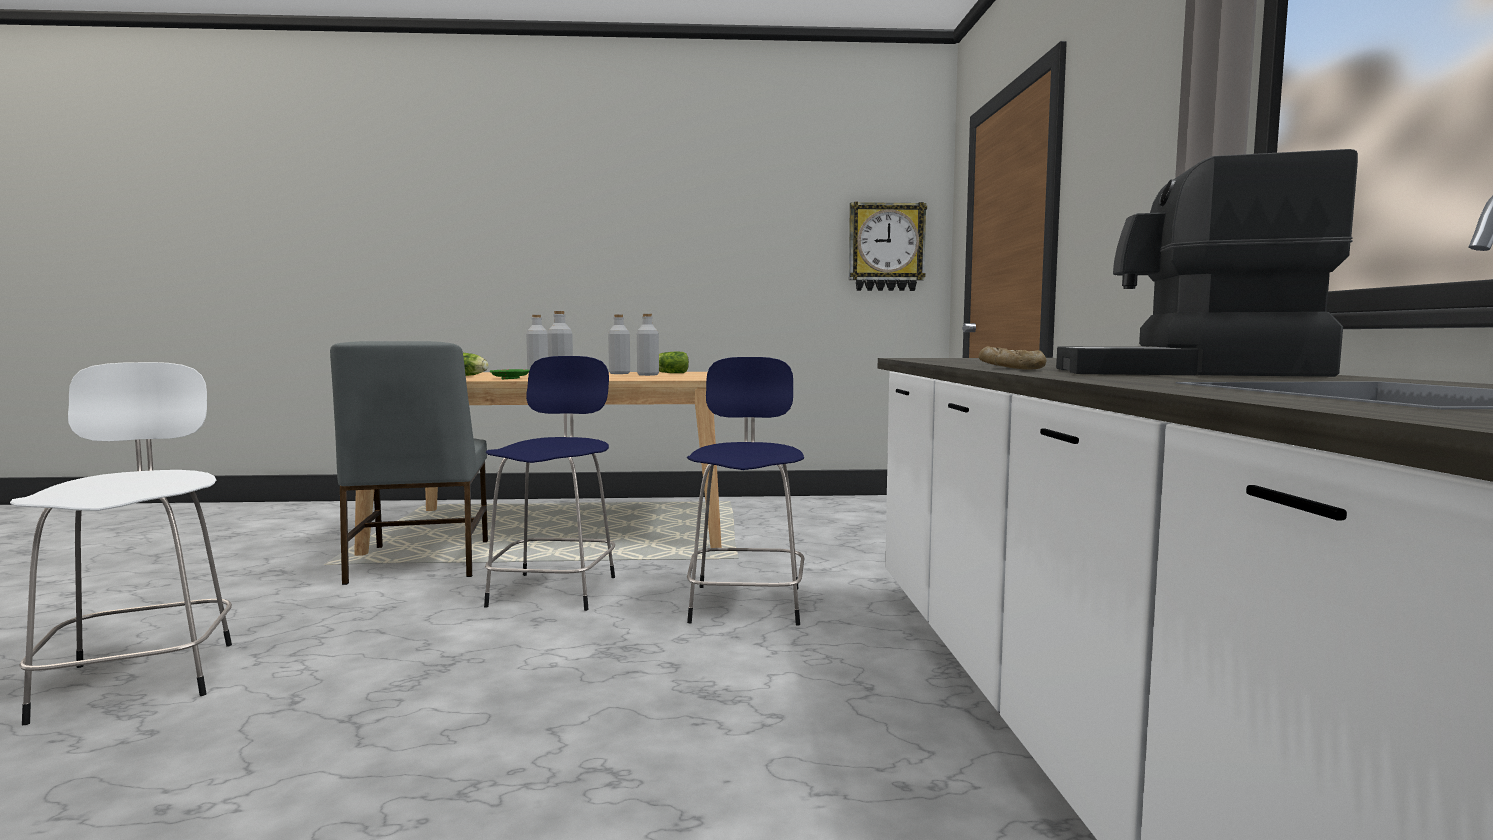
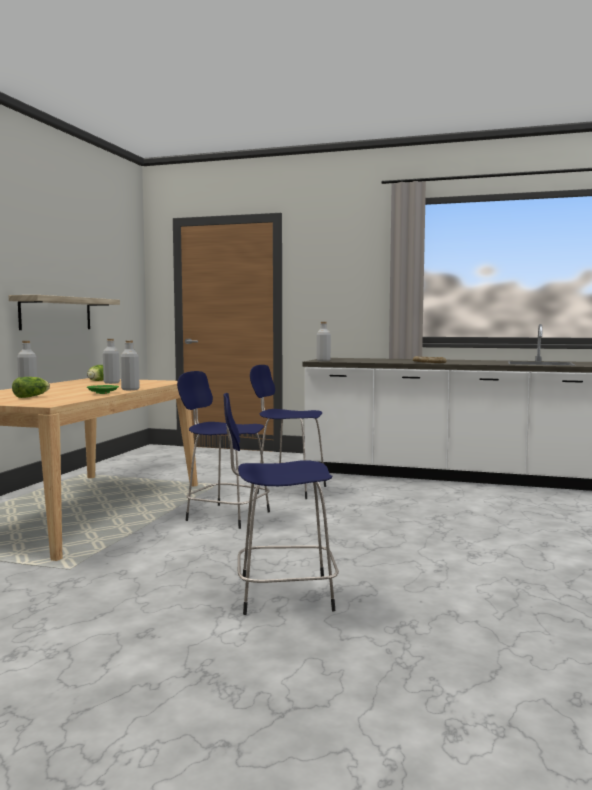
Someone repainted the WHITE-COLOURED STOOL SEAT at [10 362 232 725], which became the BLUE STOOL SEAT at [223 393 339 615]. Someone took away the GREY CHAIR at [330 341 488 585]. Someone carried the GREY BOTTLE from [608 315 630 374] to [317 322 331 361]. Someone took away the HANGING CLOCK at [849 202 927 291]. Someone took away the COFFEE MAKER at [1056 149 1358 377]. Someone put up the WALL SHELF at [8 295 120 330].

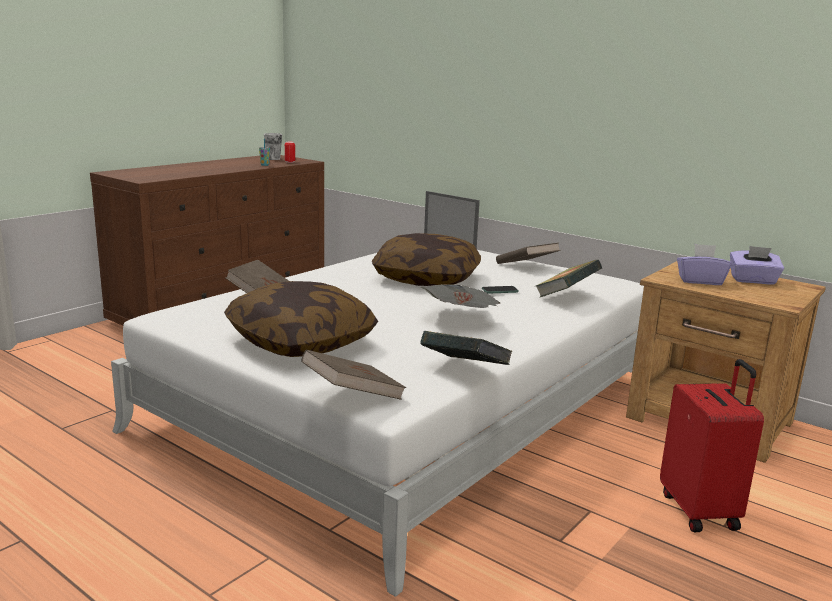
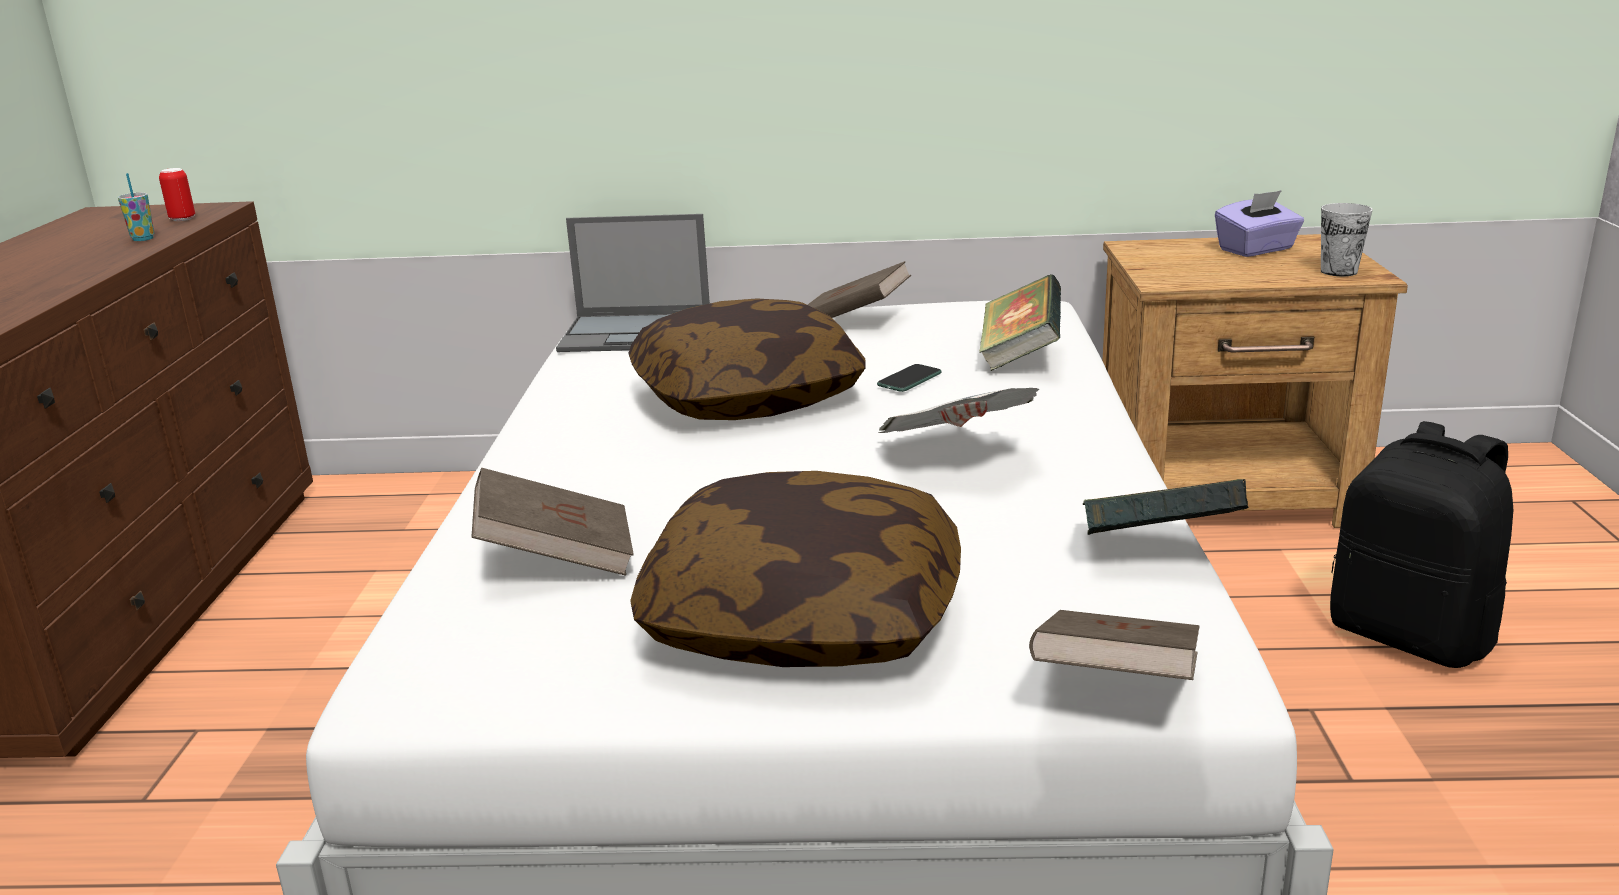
Someone carried the CUP from [264 133 282 160] to [1321 203 1373 276]. Someone swapped the RED PIECE OF LUGGAGE at [660 359 764 532] for the BLACKISH RUCKSACK at [1330 421 1513 668]. Someone took away the PURPLISH TISSUE HOLDER at [677 244 732 285].

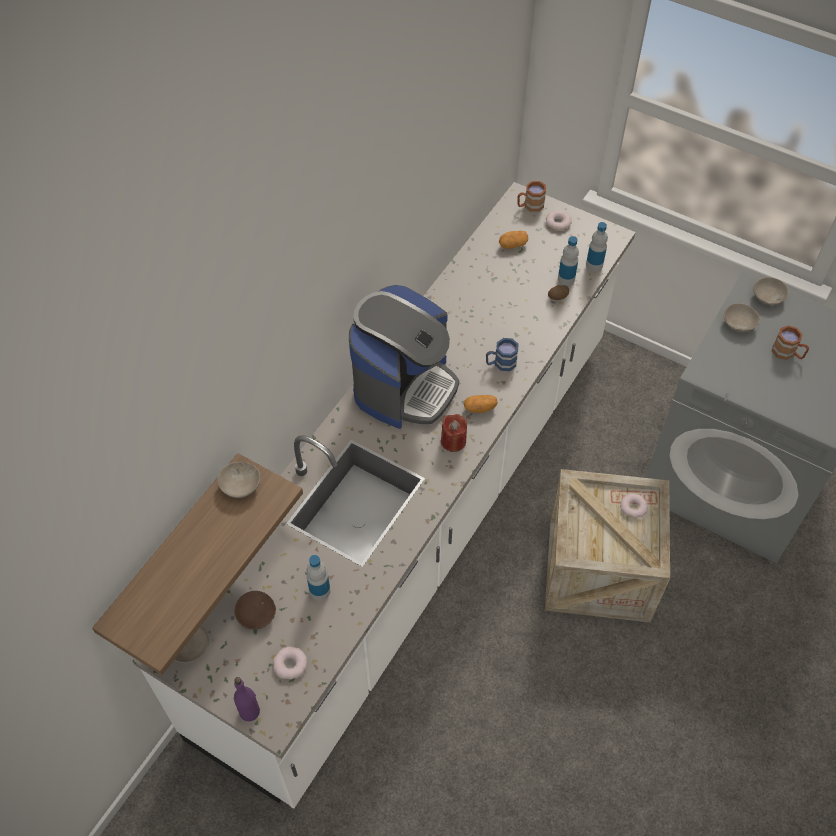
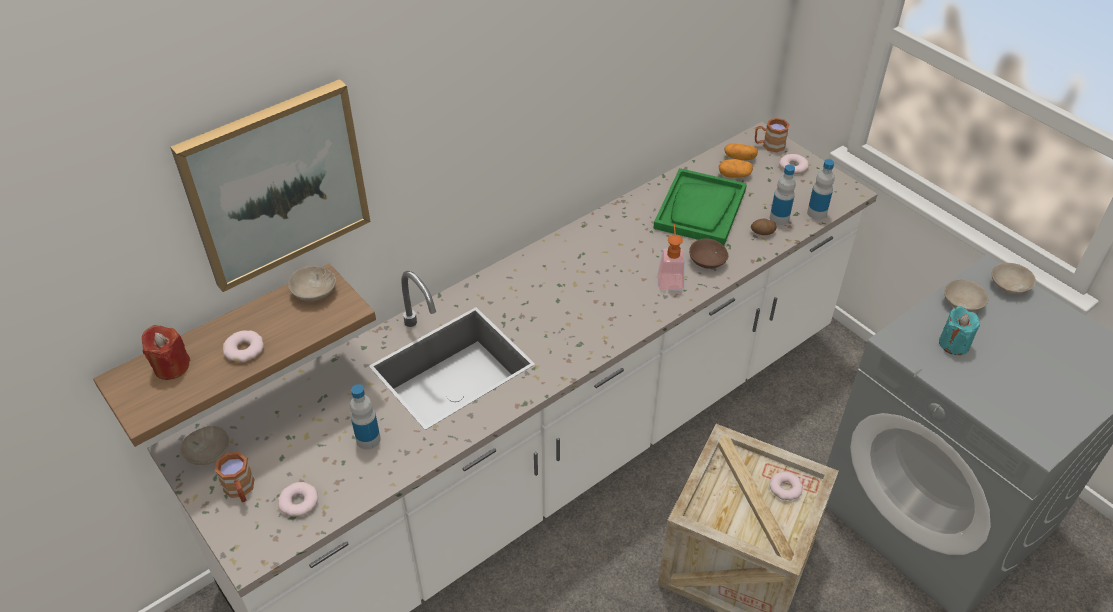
Someone carried the BROWNISH BOWL from [234 591 276 629] to [689 239 729 269]. Someone took away the PURPLISH BOTTLE at [234 677 260 721]. Someone took away the COFFEE MAKER at [349 285 459 429]. Someone carried the RED WAX CANDLE from [441 414 467 452] to [142 325 191 380]. Someone carried the SPUD from [464 395 498 413] to [724 143 758 160]. Someone swapped the BLUE COFFEE MUG at [486 338 518 371] for the SOAP DISPENSER at [658 224 685 291]. Someone carried the BROWNISH COFFEE MUG from [772 325 809 360] to [215 452 255 502]. Someone put up the WALL PICTURE at [170 79 371 292]. Someone put down the DONUT at [223 330 264 362]. Someone put down the GREEN-COLOURED TRAY at [653 168 747 246]. Someone put down the BLUE-GREEN WAX CANDLE at [939 306 980 355].

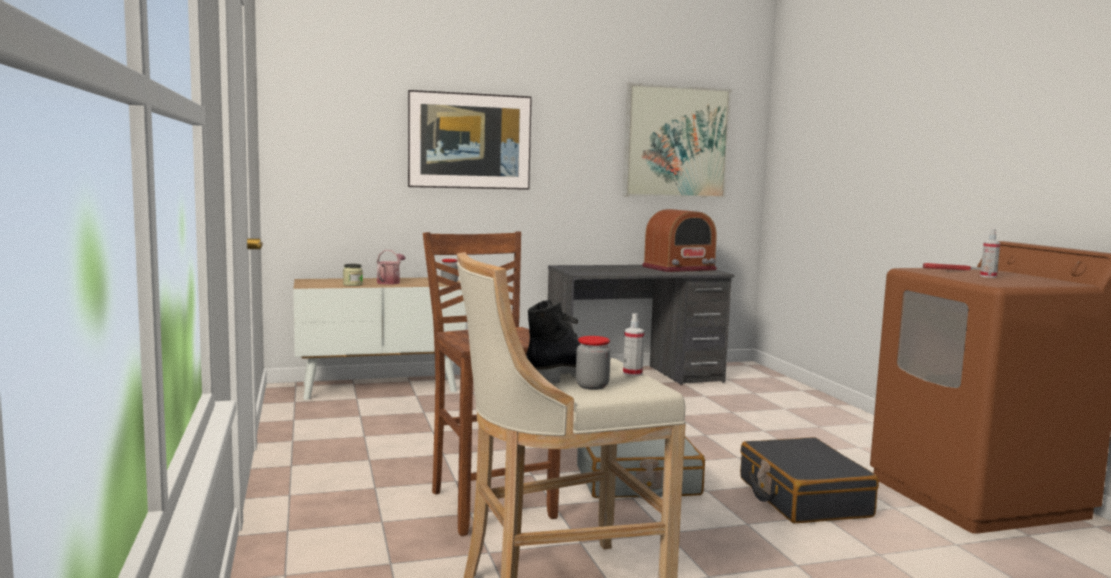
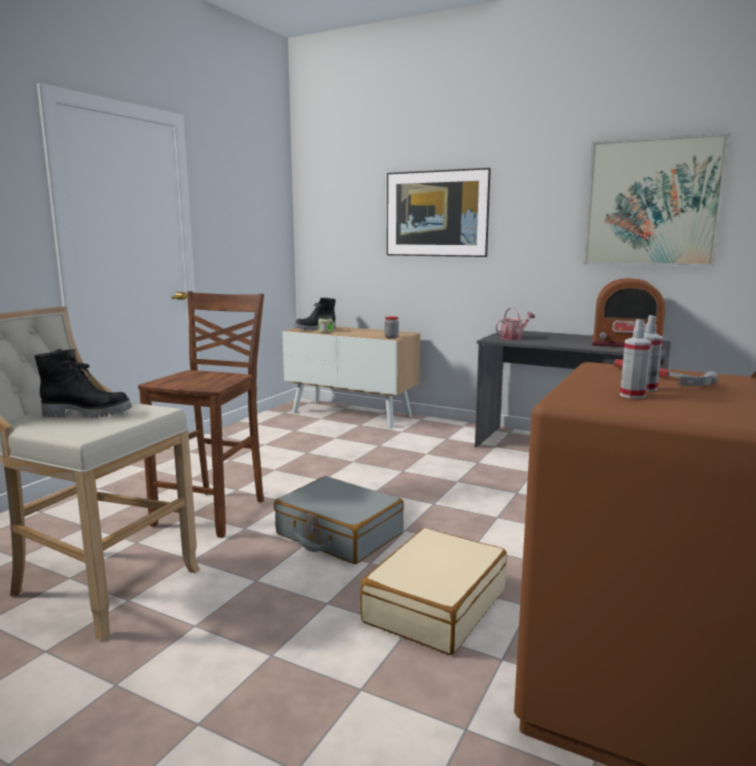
Someone carried the WATERING CAN from [377 250 405 285] to [495 307 535 340]. Someone took away the PRESERVE JAR at [576 336 611 390]. Someone carried the SPRAYER from [623 313 644 377] to [620 319 651 399]. Someone repainted the BLACKISH PIECE OF LUGGAGE at [740 437 879 523], which became the BEIGE-COLOURED PIECE OF LUGGAGE at [360 528 507 655]. Someone put down the BLACKISH BOOT at [294 297 336 330].

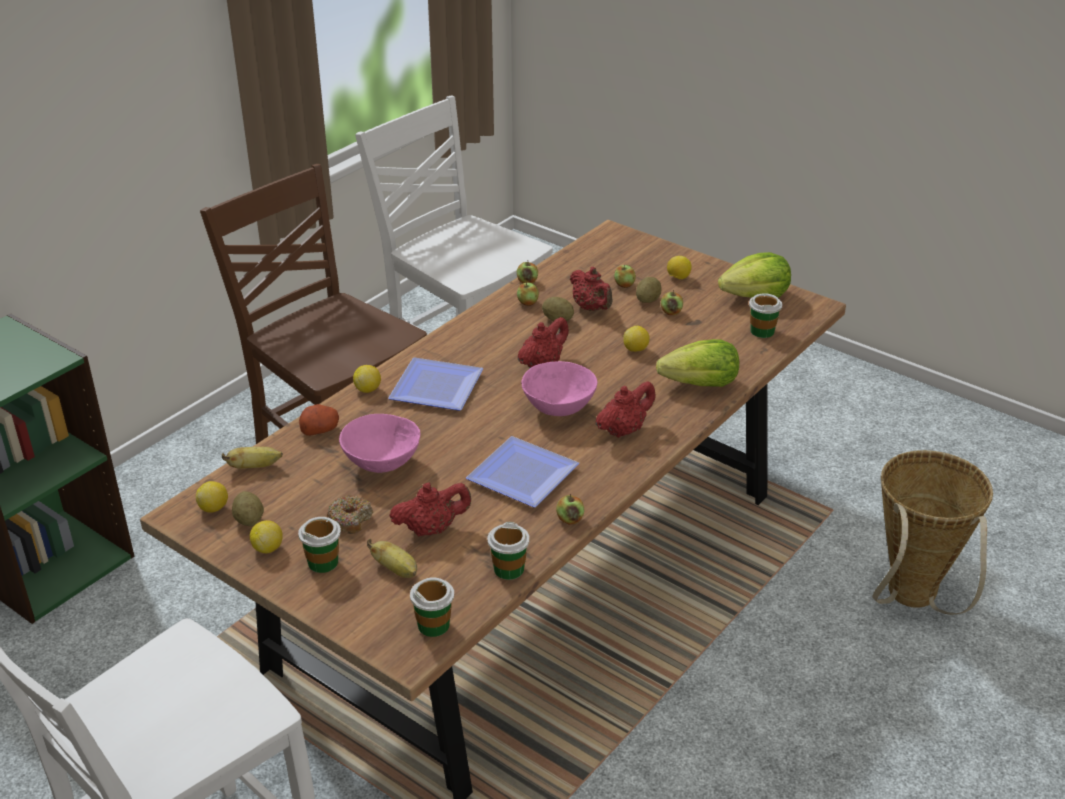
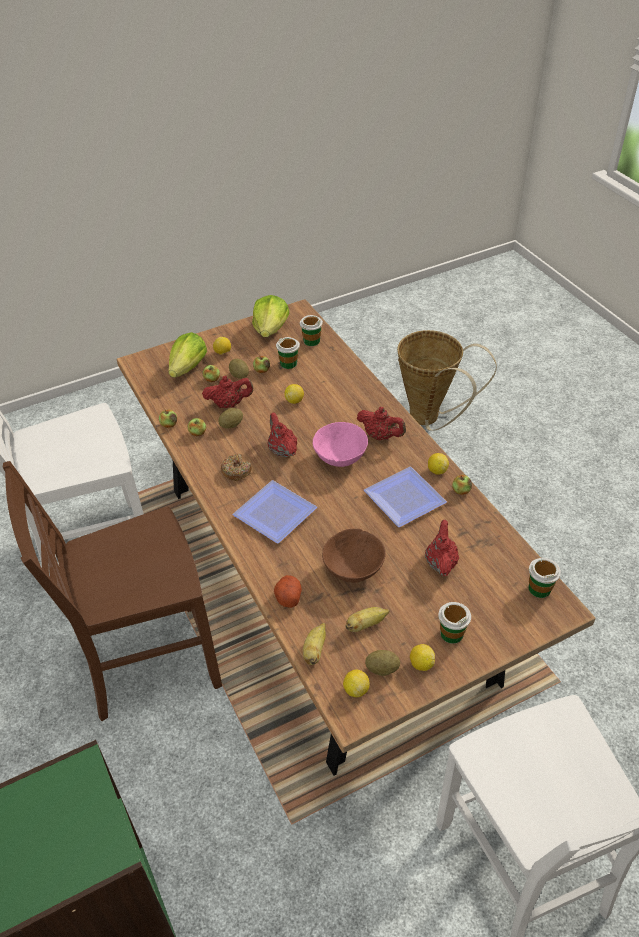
Someone carried the DONUT from [327 495 373 534] to [221 454 252 481]. Someone repainted the PINK-COLOURED BOWL at [339 414 420 473], which became the BROWNISH BOWL at [322 528 386 583]. Someone carried the CITRUS FRUIT from [353 365 381 393] to [428 453 449 475]. Someone carried the BANANA from [367 539 417 578] to [346 607 390 632]. Someone carried the CUP from [487 522 530 580] to [276 337 300 369]. Someone rotated the RED TEAPOT at [596 381 656 438] by 135 degrees clockwise. Someone carried the LETTUCE from [656 339 739 387] to [168 332 207 378].

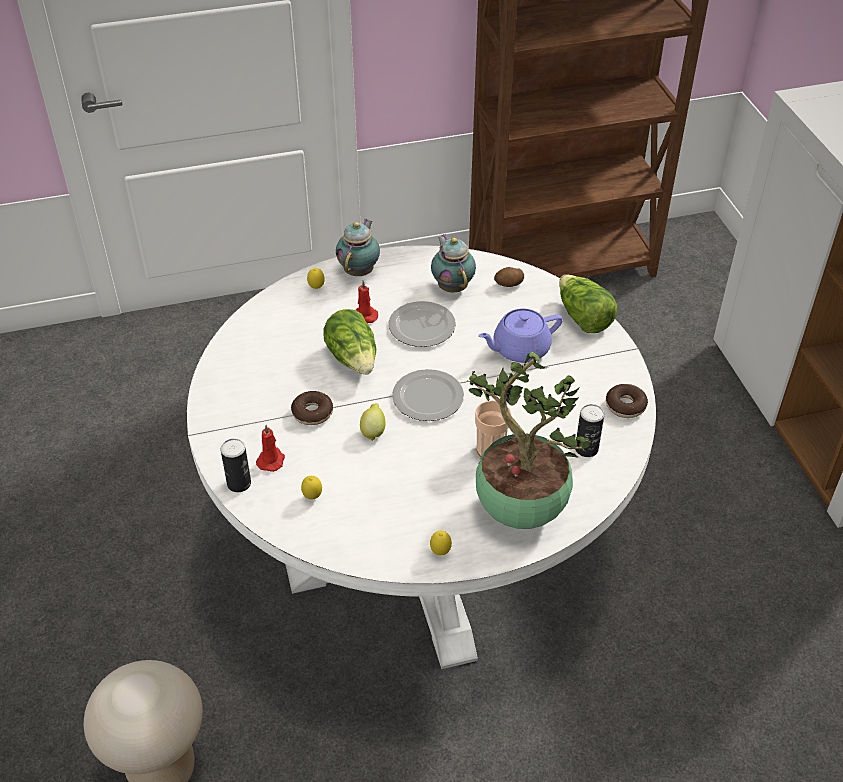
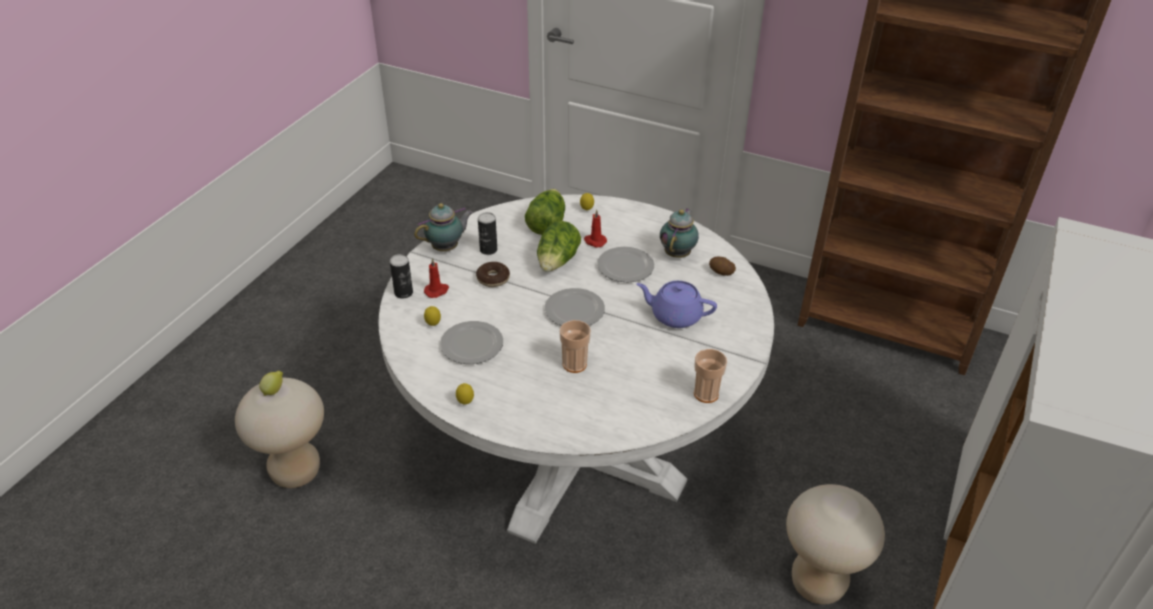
Someone carried the TEAPOT from [336 219 380 276] to [414 203 473 251]. Someone carried the CITRUS FRUIT from [360 403 386 441] to [259 371 283 396]. Someone took away the HOUSEPLANT at [468 352 593 529]. Someone carried the LETTUCE from [559 275 617 333] to [525 189 565 235]. Someone carried the CAN from [575 404 604 457] to [478 212 497 255]. Someone swapped the DONUT at [606 384 648 418] for the CUP at [694 349 727 403]. Someone put down the PLATE at [440 321 503 364]. Someone put down the BEIGE-COLOURED STOOL SEAT at [786 484 885 604].

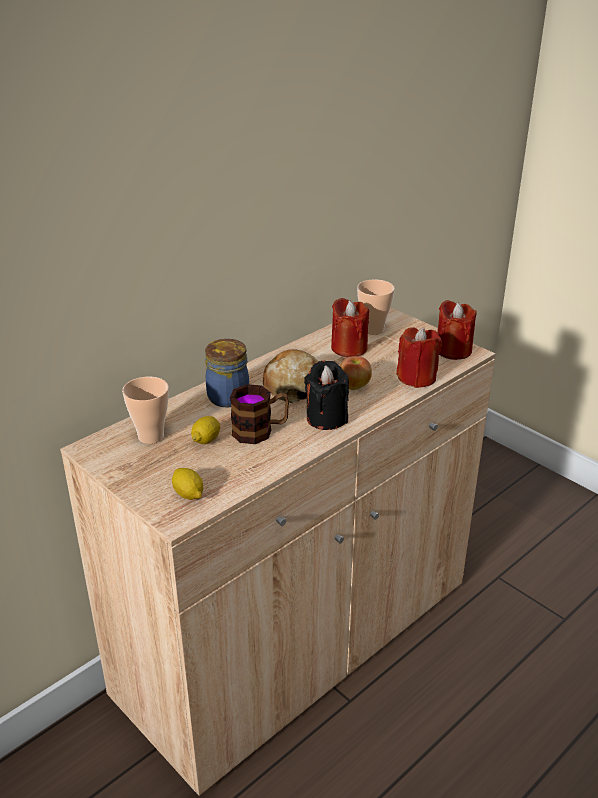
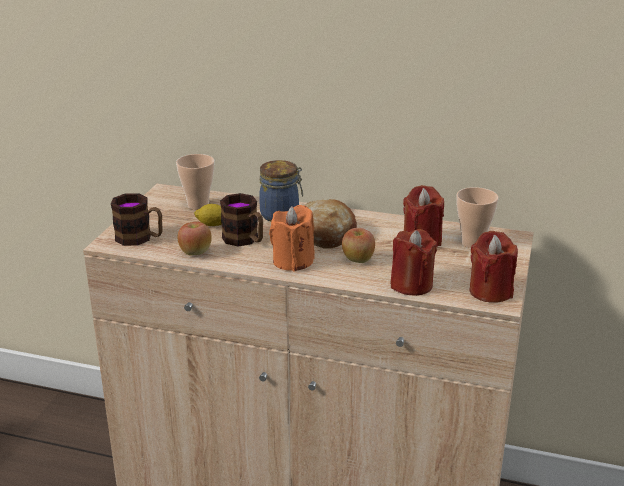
Someone swapped the CITRUS FRUIT at [172 468 203 500] for the COFFEE MUG at [111 193 163 246]. Someone repainted the BLACKISH WAX CANDLE at [304 360 349 430], which became the ORANGE WAX CANDLE at [269 205 315 272]. Someone put down the APPLE FRUIT at [178 222 212 255].

